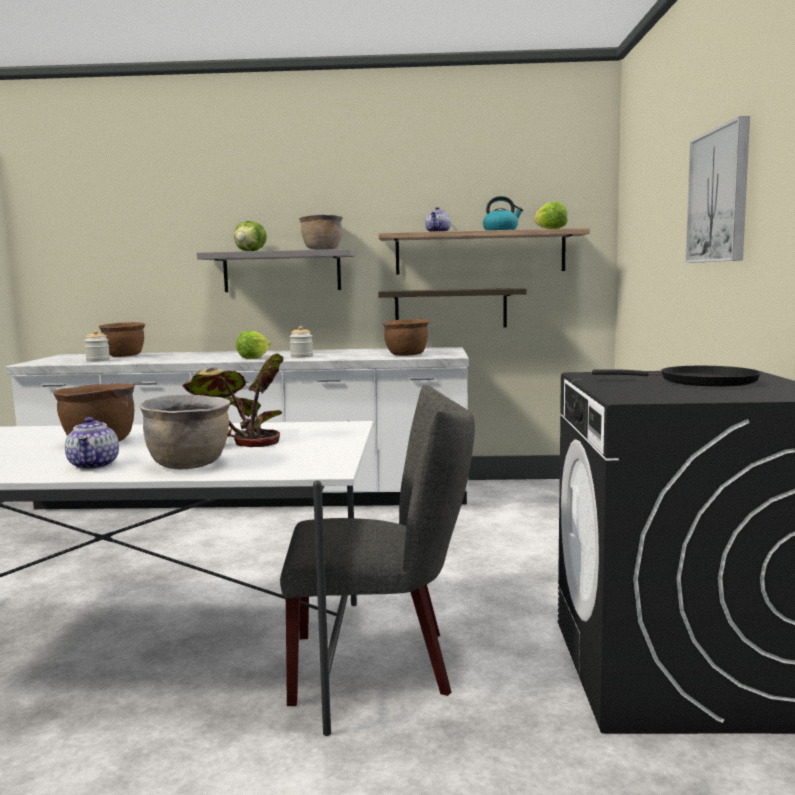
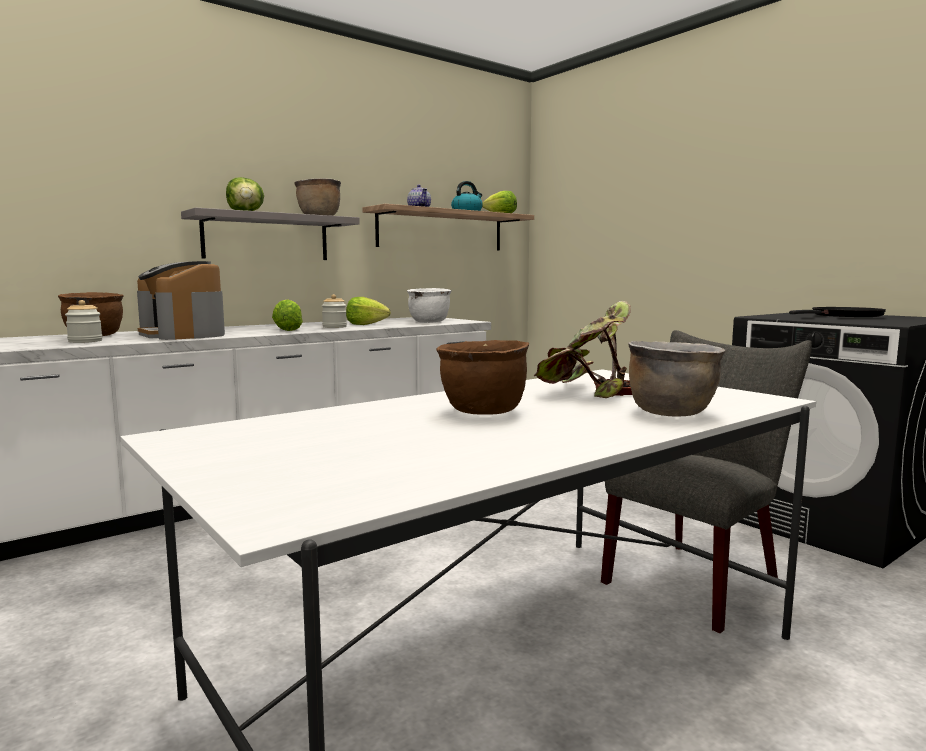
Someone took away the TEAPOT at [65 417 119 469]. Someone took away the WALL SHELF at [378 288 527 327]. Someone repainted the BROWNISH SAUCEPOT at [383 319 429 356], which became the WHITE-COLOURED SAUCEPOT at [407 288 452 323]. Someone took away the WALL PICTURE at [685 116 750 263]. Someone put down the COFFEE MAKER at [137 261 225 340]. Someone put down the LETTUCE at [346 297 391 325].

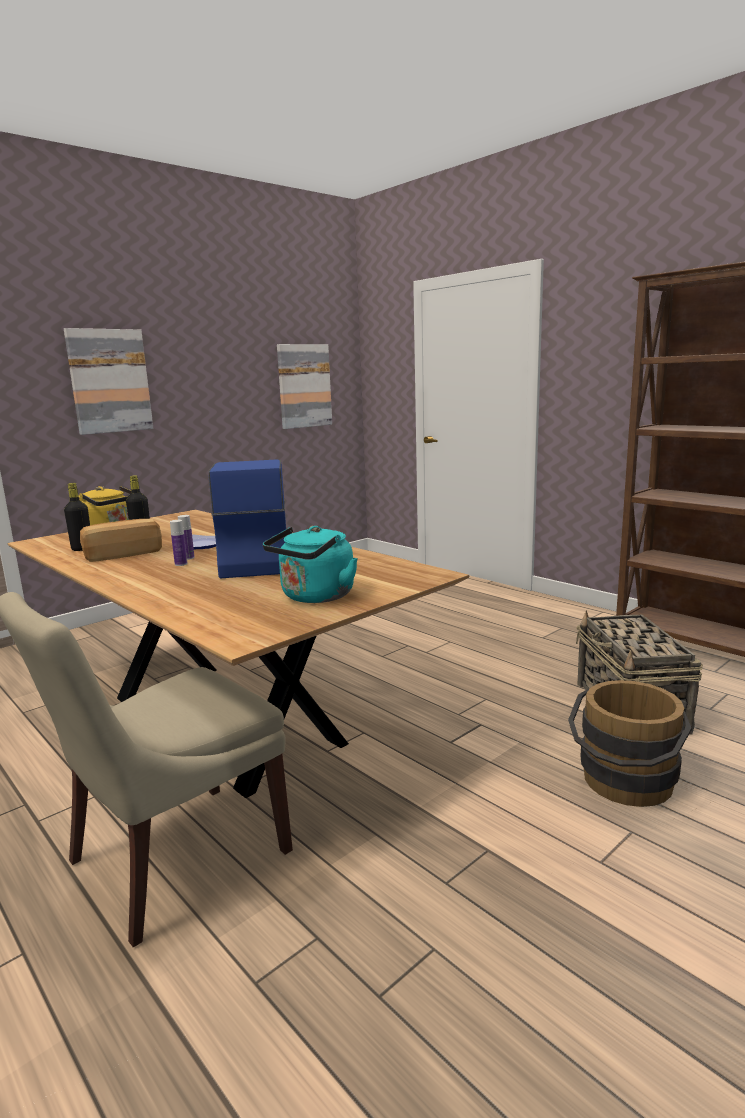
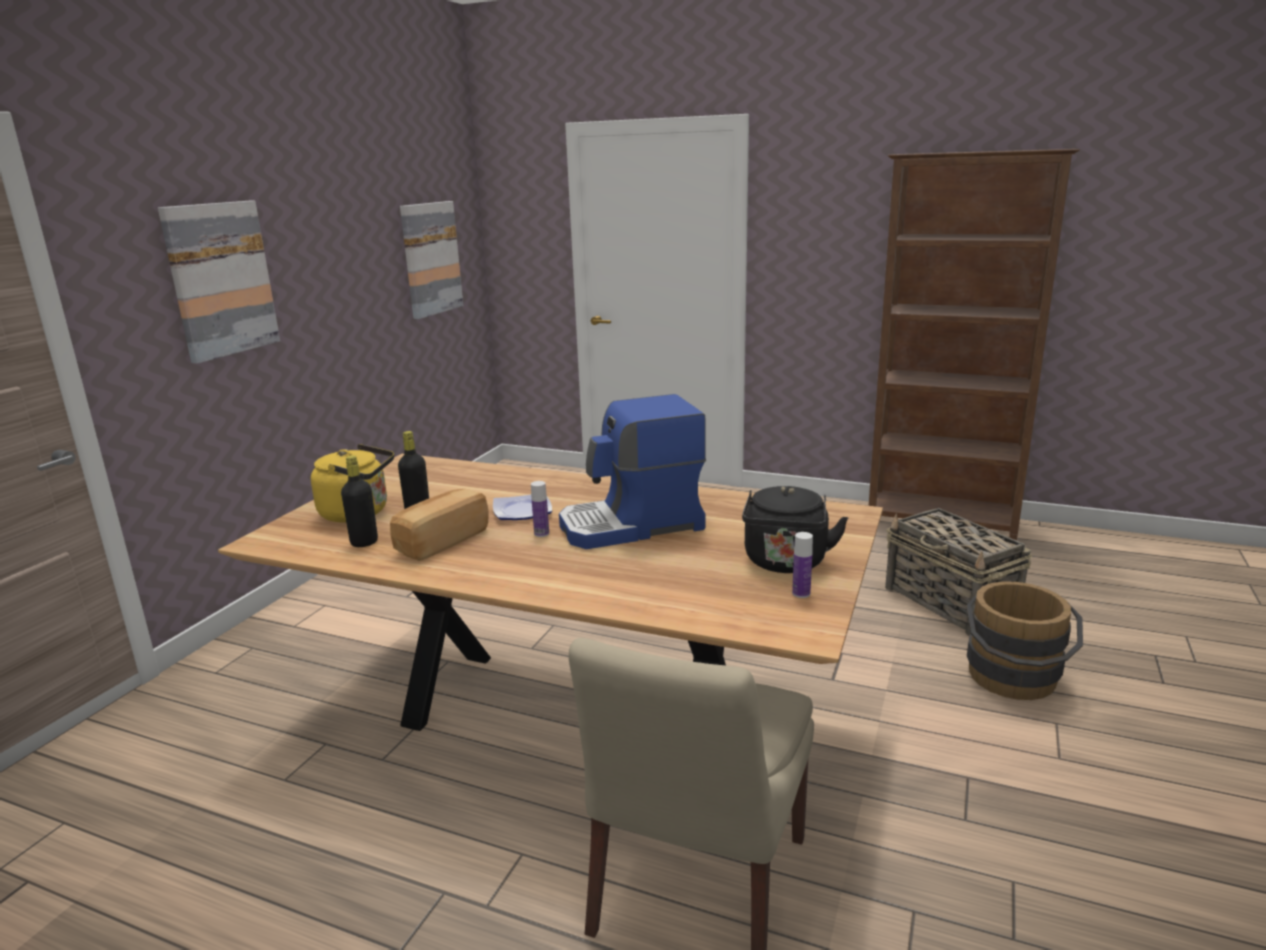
Someone carried the BOTTLE from [170 520 188 566] to [792 532 813 598]. Someone rotated the COFFEE MAKER at [209 459 286 579] by 75 degrees counterclockwise. Someone repainted the BLUE-GREEN KETTLE at [263 526 358 603], which became the BLACKISH KETTLE at [742 486 848 573].

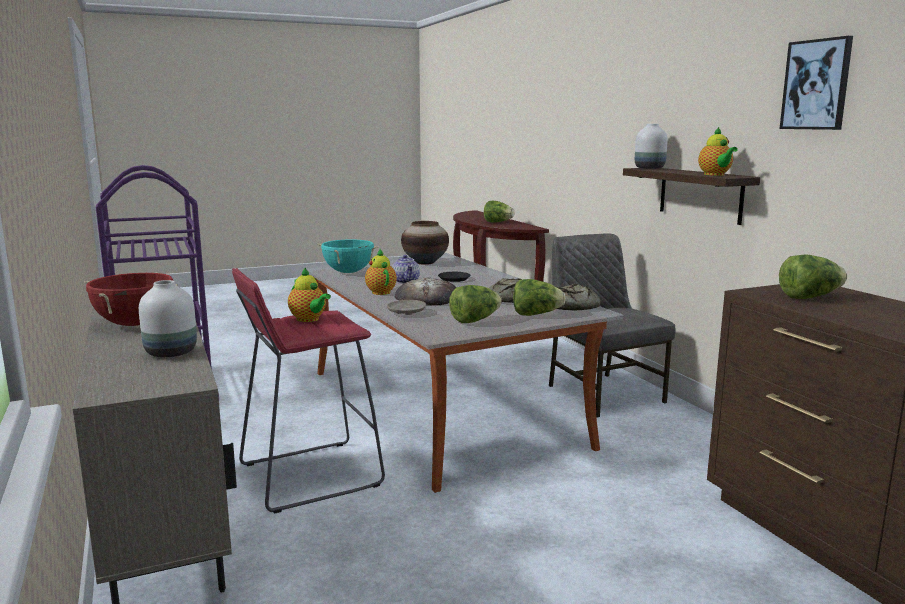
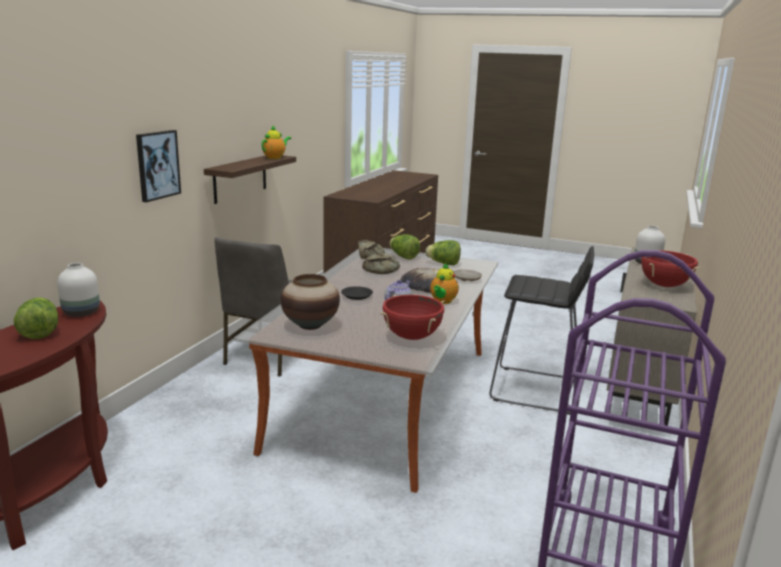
Someone repainted the RED STOOL SEAT at [232 268 385 514], which became the BLACKISH STOOL SEAT at [489 246 594 415]. Someone took away the TEAPOT at [288 267 331 322]. Someone repainted the BLUE-GREEN SAUCEPOT at [317 239 379 273], which became the RED SAUCEPOT at [380 294 445 340]. Someone carried the WHITE-COLOURED FLOWER VASE from [635 124 668 169] to [57 263 100 317]. Someone took away the LETTUCE at [779 254 847 299]. Someone carried the WALL PICTURE from [780 36 853 130] to [136 130 181 202].

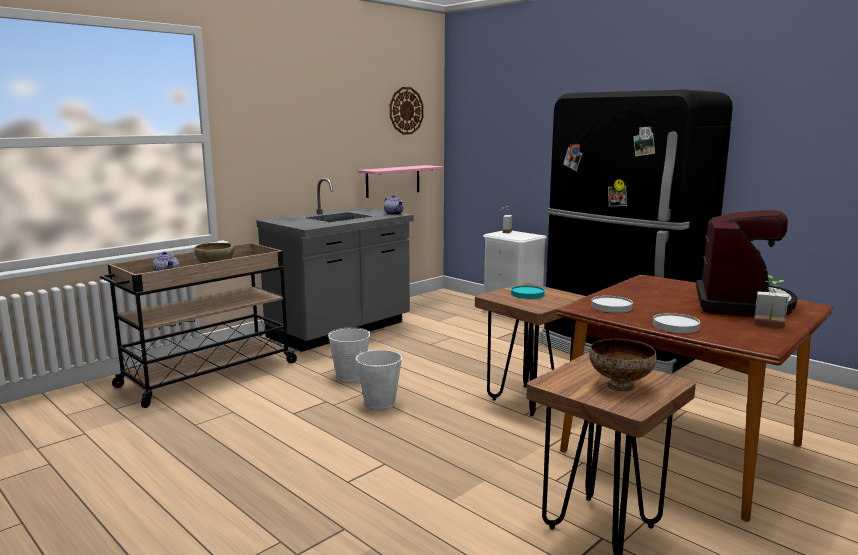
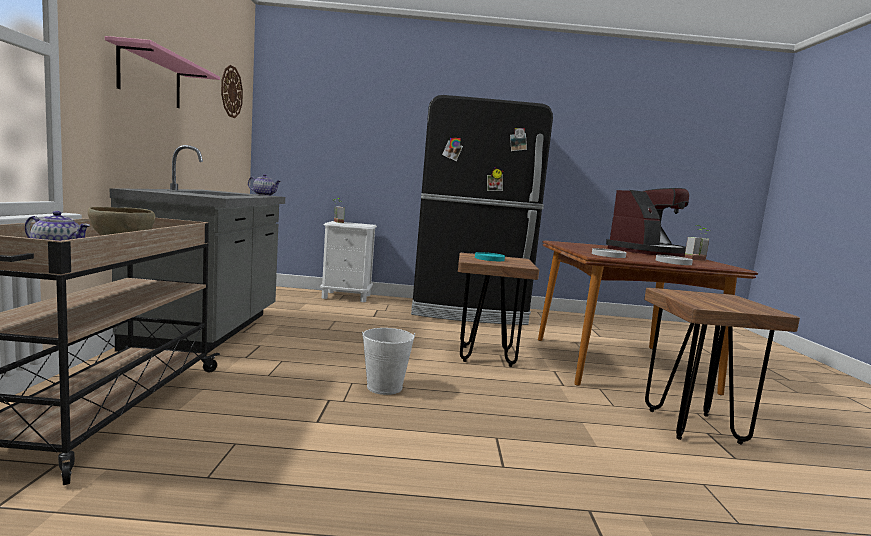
Someone took away the WHITE-COLOURED WATER BUCKET at [328 327 370 382]. Someone carried the PINK-COLOURED WALL SHELF from [357 165 444 198] to [105 36 220 108]. Someone took away the BOWL at [589 339 657 391]. Someone rotated the COFFEE MAKER at [696 210 797 317] by 75 degrees clockwise.

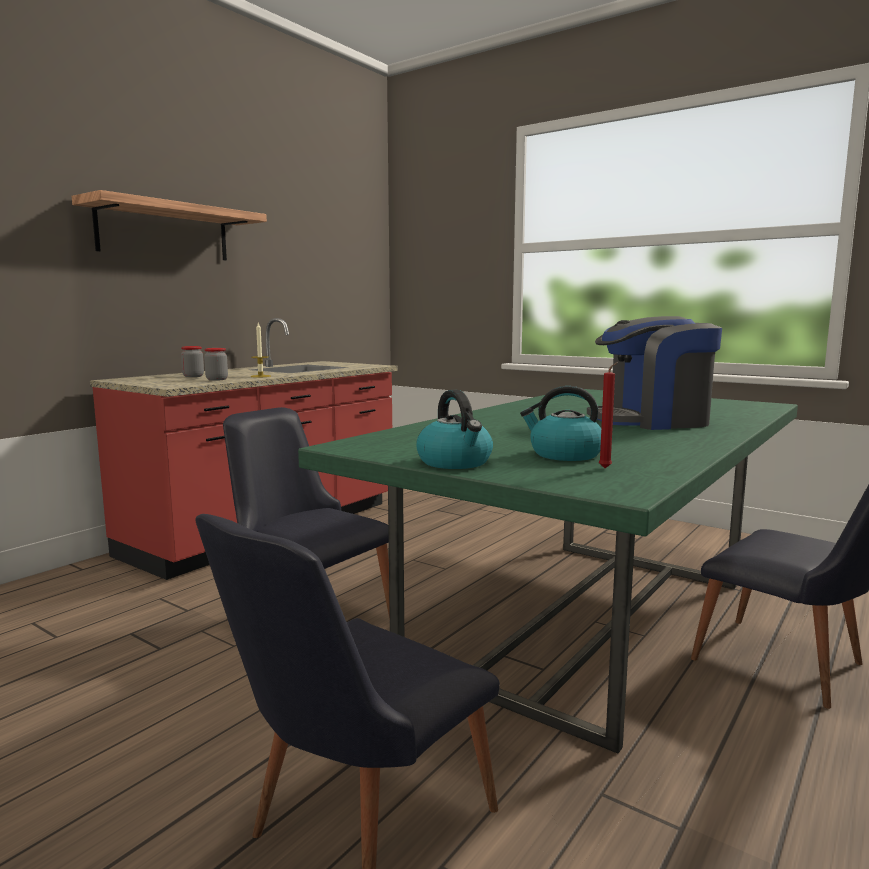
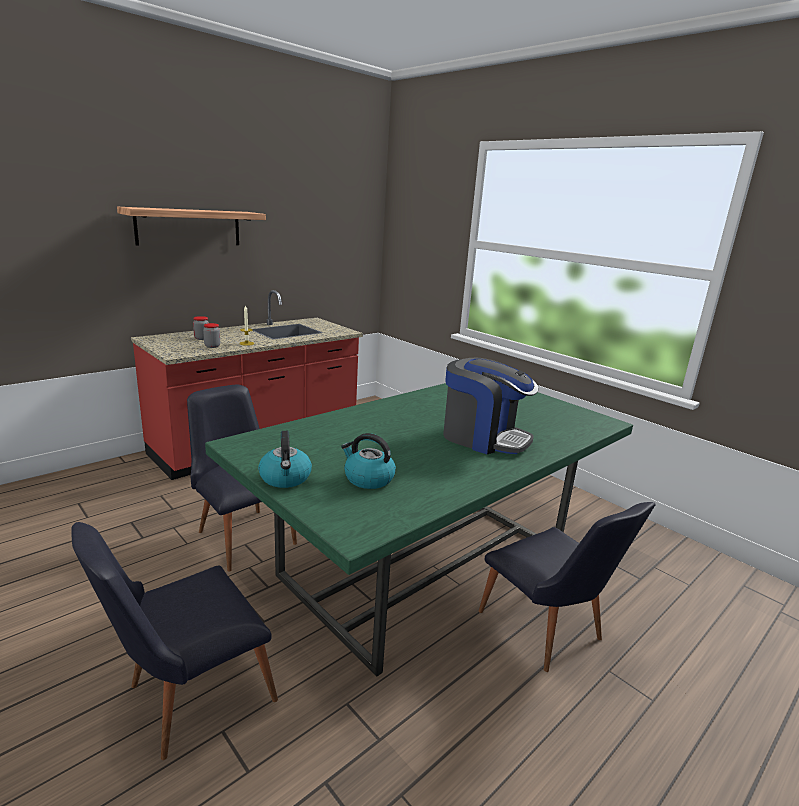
Someone rotated the COFFEE MAKER at [587 316 722 430] by 150 degrees counterclockwise. Someone took away the RED WAX CANDLE at [599 362 618 468].

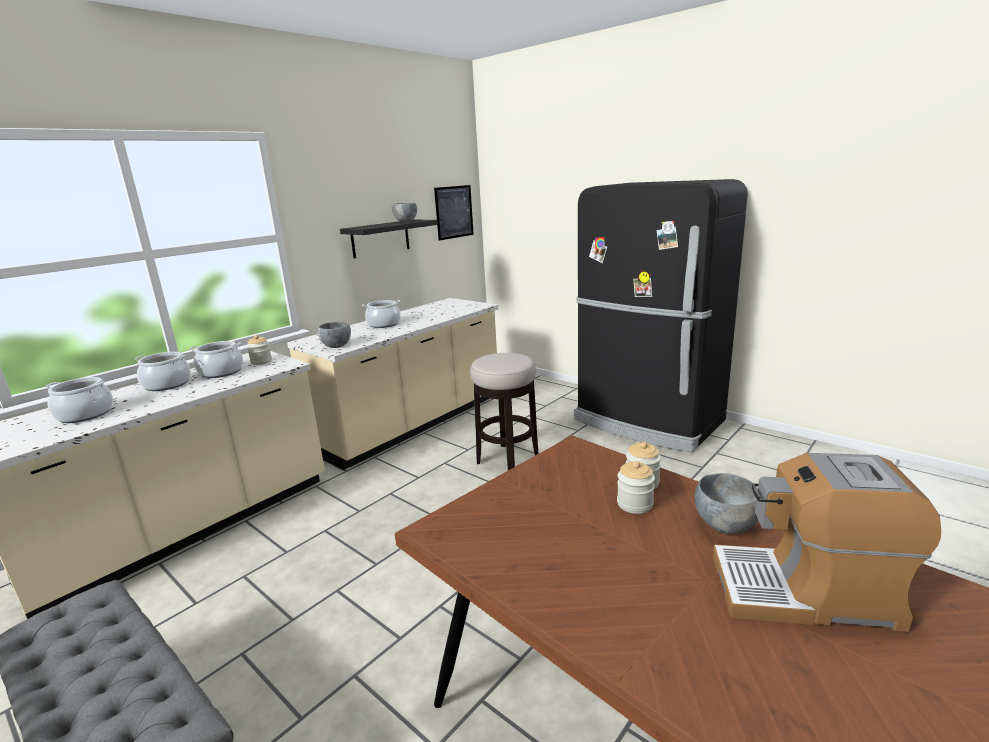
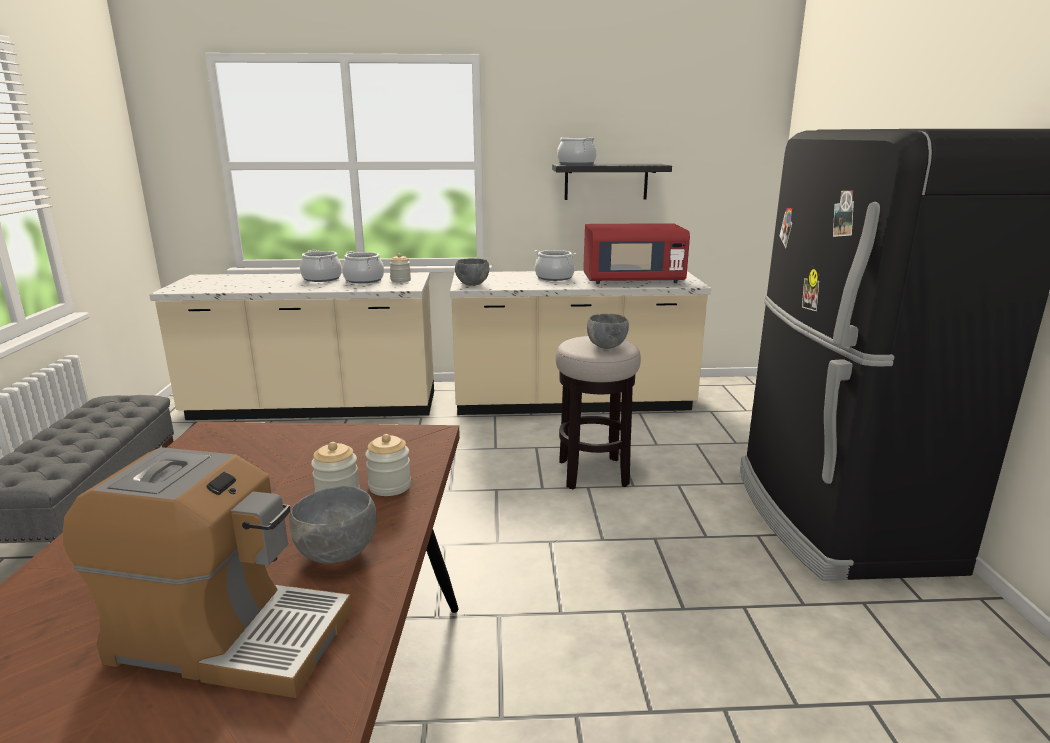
Someone carried the SAUCEPOT from [46 377 113 423] to [557 137 597 165]. Someone carried the GREY BOWL from [392 202 417 222] to [587 314 629 349]. Someone took away the WALL PICTURE at [434 185 474 240]. Someone rotated the COFFEE MAKER at [713 453 941 632] by 135 degrees clockwise. Someone put down the RED MICROWAVE at [583 223 690 284].

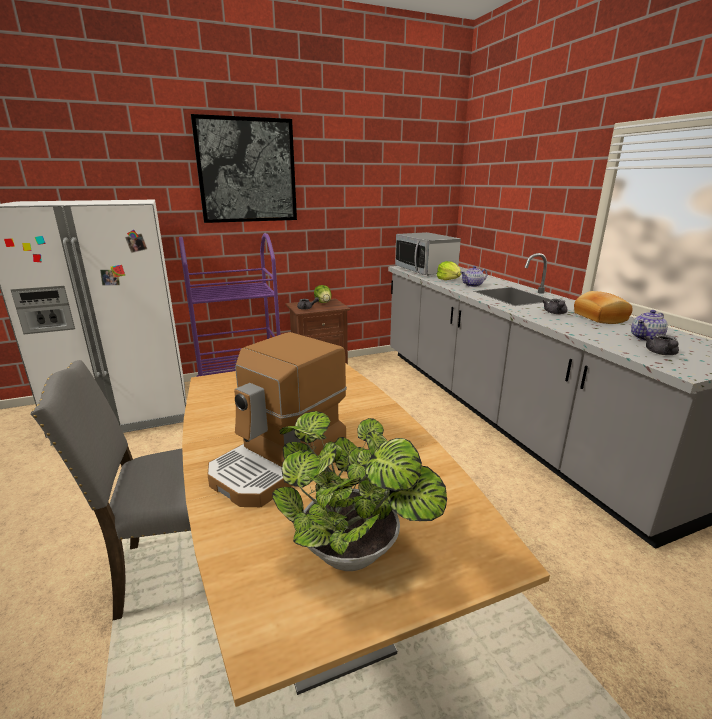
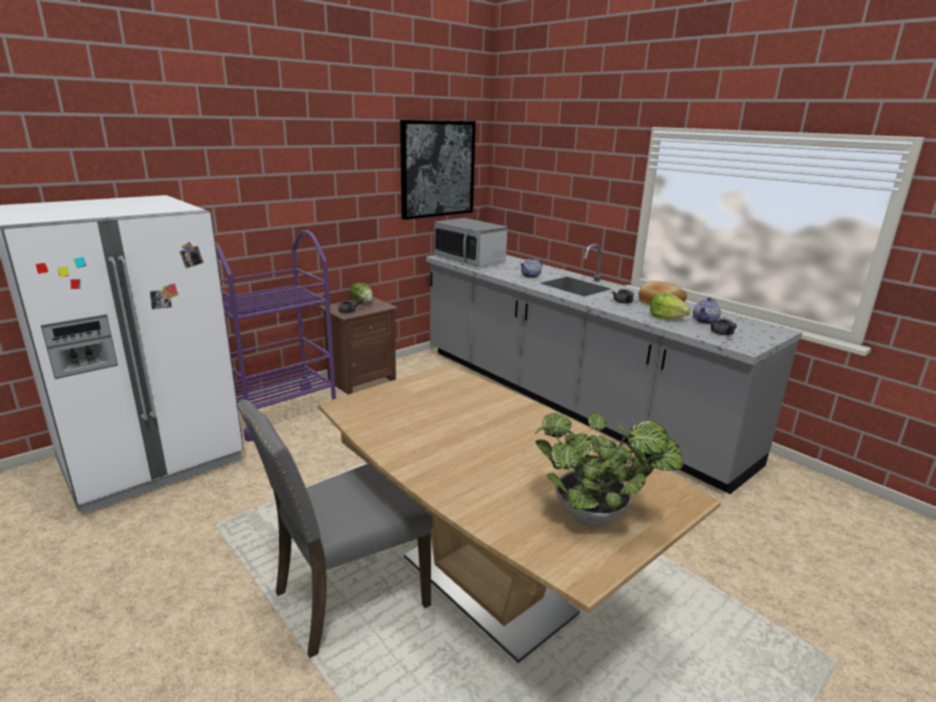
Someone carried the WALL PICTURE from [191 114 297 223] to [400 120 476 220]. Someone took away the COFFEE MAKER at [208 332 347 507]. Someone carried the LETTUCE from [437 261 461 280] to [650 293 691 319].

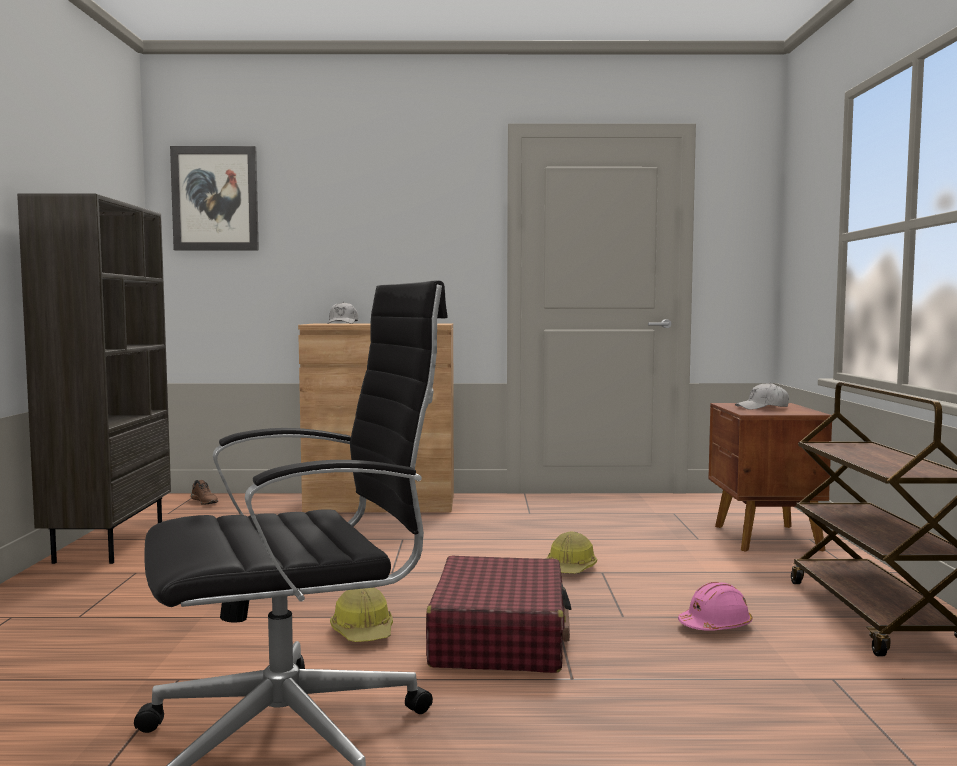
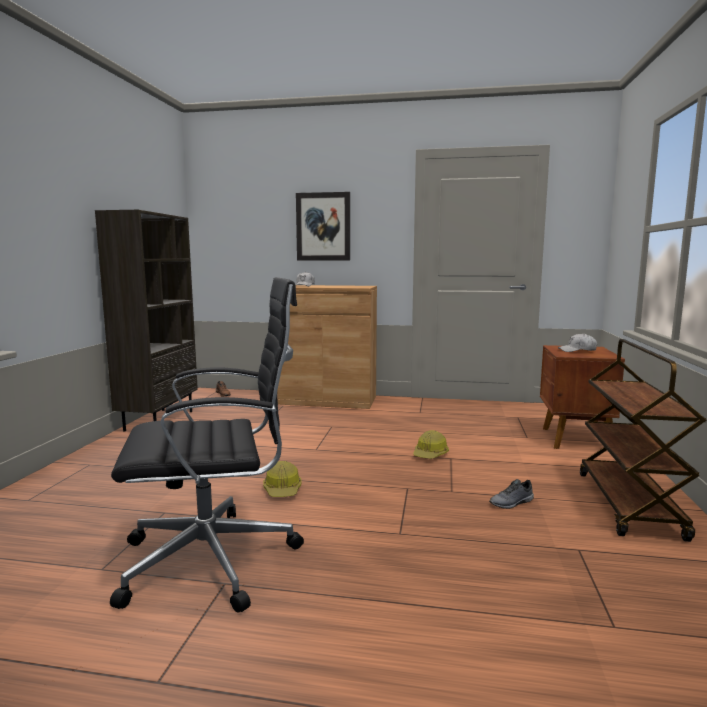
Someone carried the WALL PICTURE from [170 146 259 250] to [296 192 350 261]. Someone took away the RED PIECE OF LUGGAGE at [426 556 572 673]. Someone swapped the PINK-COLOURED WORK HELMET at [678 582 753 631] for the GREY SHOE at [489 479 534 509].

